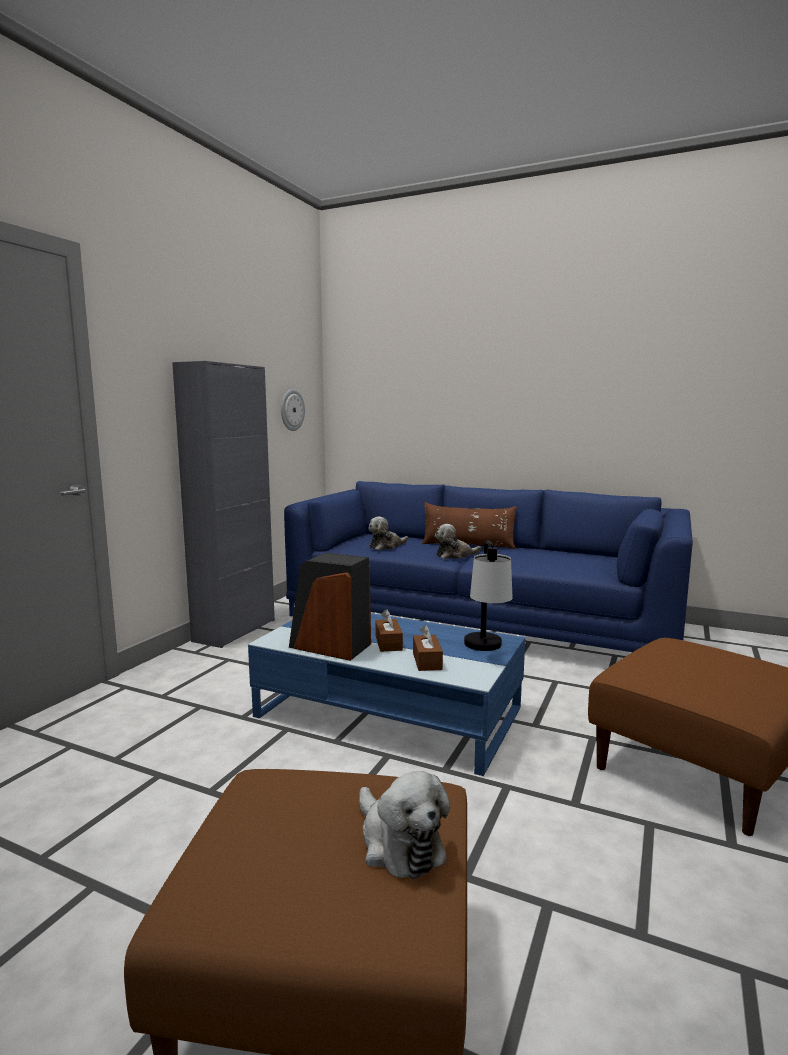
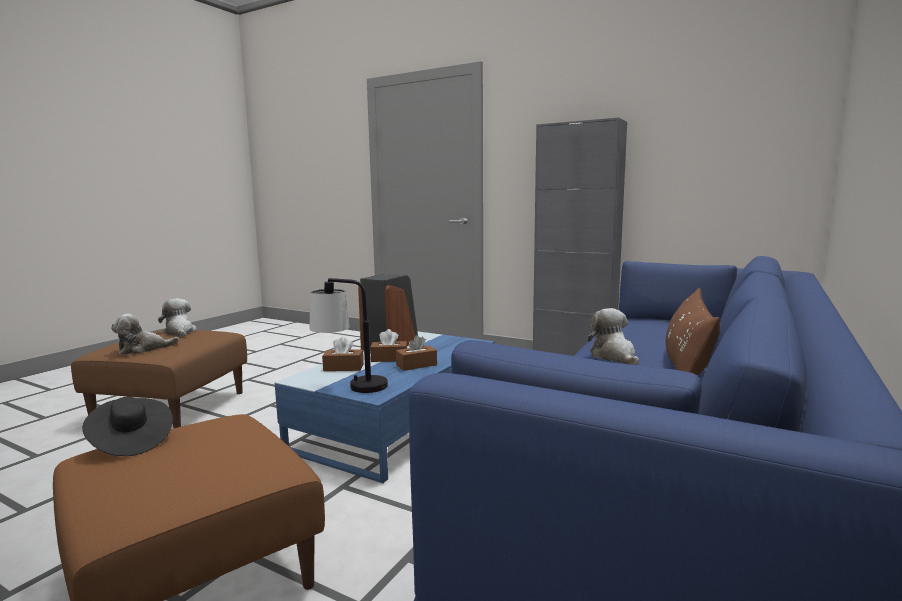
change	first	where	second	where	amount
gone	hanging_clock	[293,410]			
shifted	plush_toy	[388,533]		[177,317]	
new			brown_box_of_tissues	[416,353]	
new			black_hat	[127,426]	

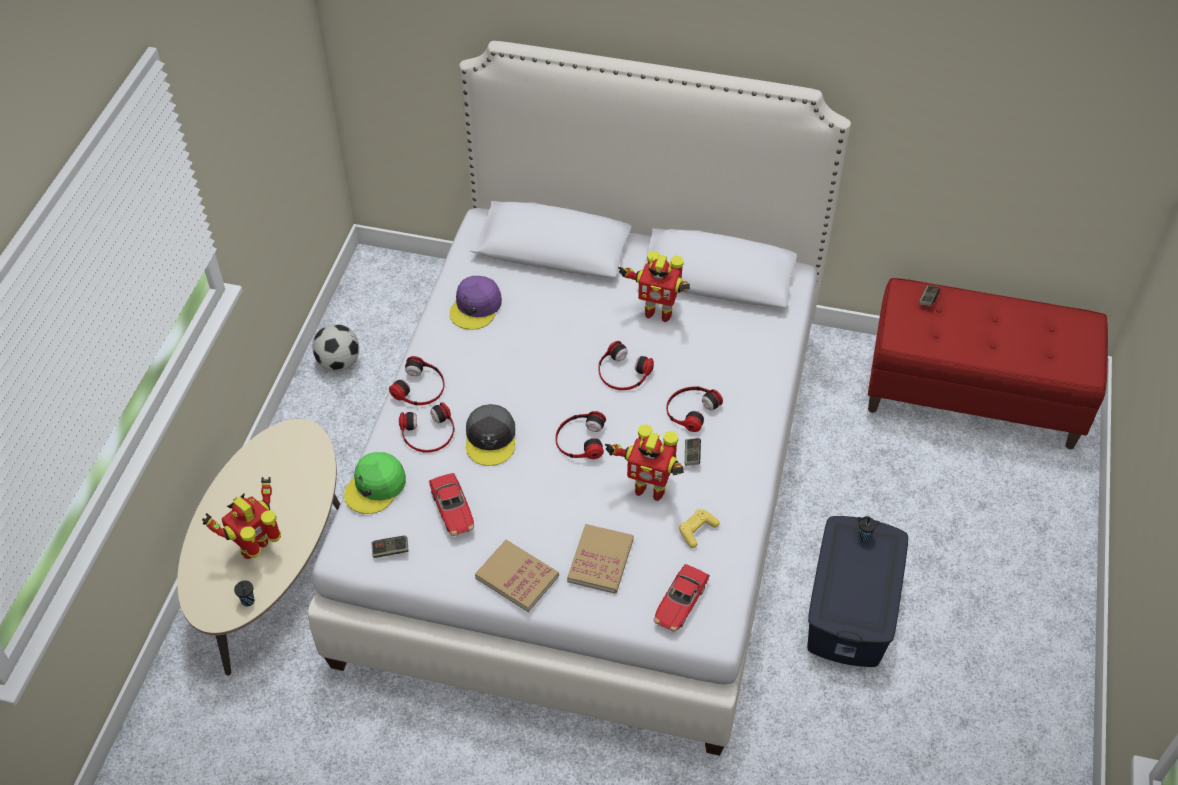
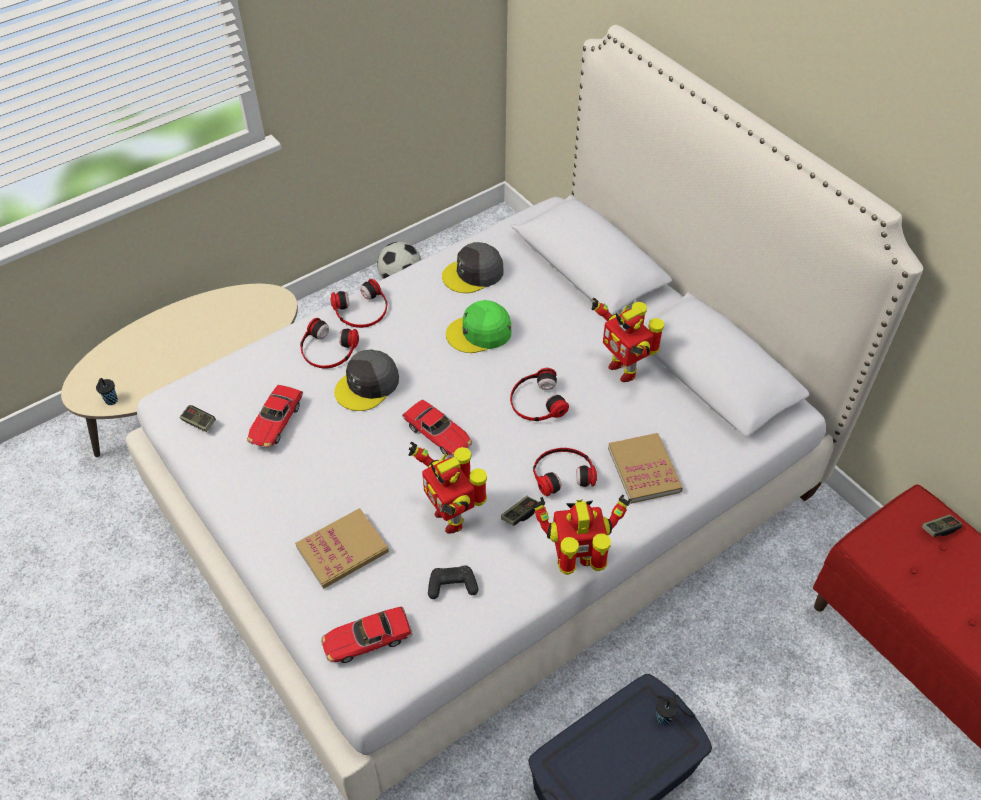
change	first	where	second	where	amount
repainted	purple-coloured_peaked_cap	[476,303]	greyish_peaked_cap	[473,267]	
swapped	headset	[580,435]	model_car	[437,427]	
shifted	green-coloured_peaked_cap	[375,483]		[478,326]	
shifted	robot_figure	[241,518]		[582,534]	
repainted	yellow-coloured_gamepad	[699,528]	black_gamepad	[453,582]	
shifted	volume	[517,576]		[645,468]	

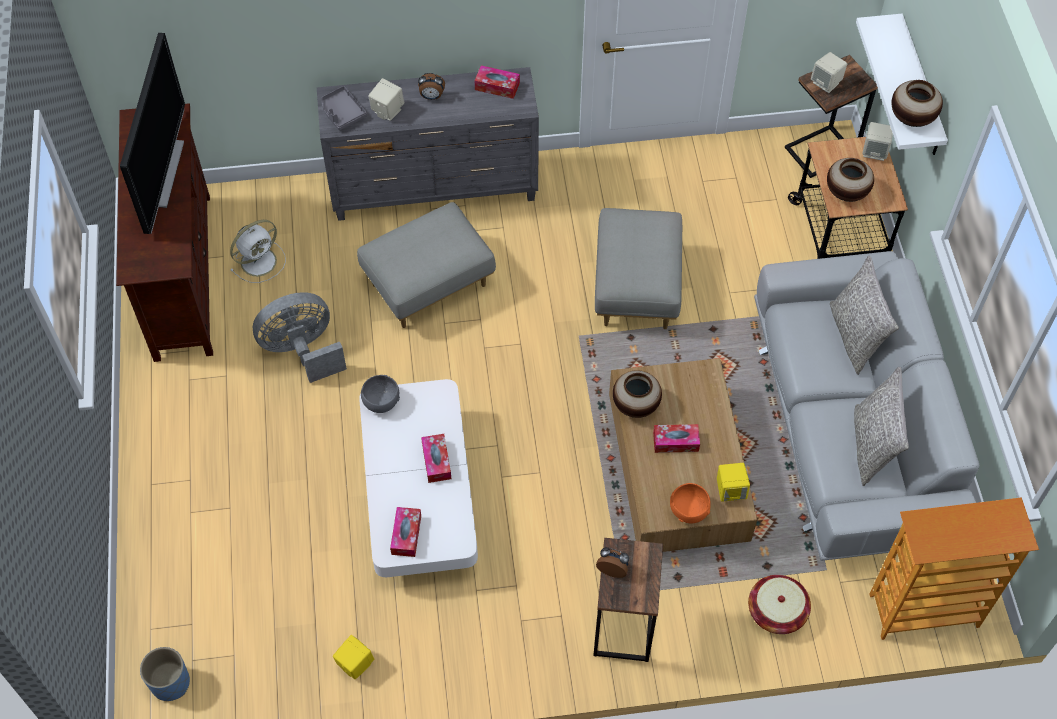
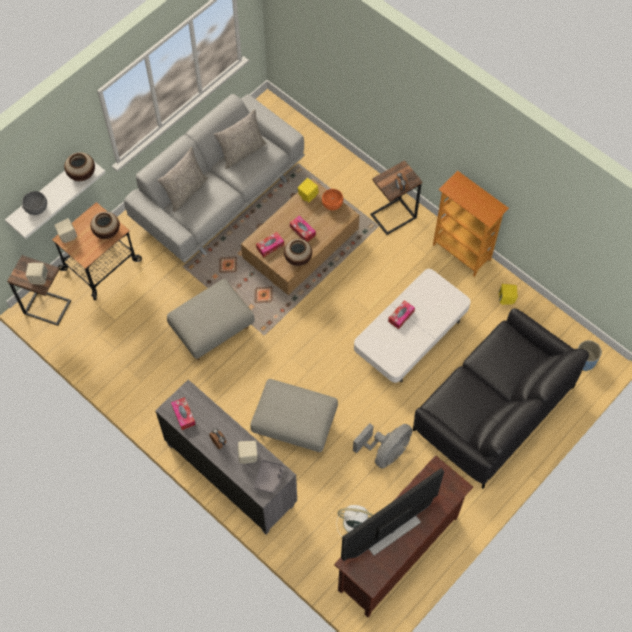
change	first	where	second	where	amount
rotated	greyish_cooling_fan	[300,337]		[383,446]	75 degrees counterclockwise
shifted	greyish_serving_bowl	[380,394]		[34,203]	
shifted	bookcase	[954,568]		[471,224]	
shifted	box_of_tissues	[405,532]		[270,244]	
gone	storage_basket	[779,604]			
new			black_settee	[501,398]	

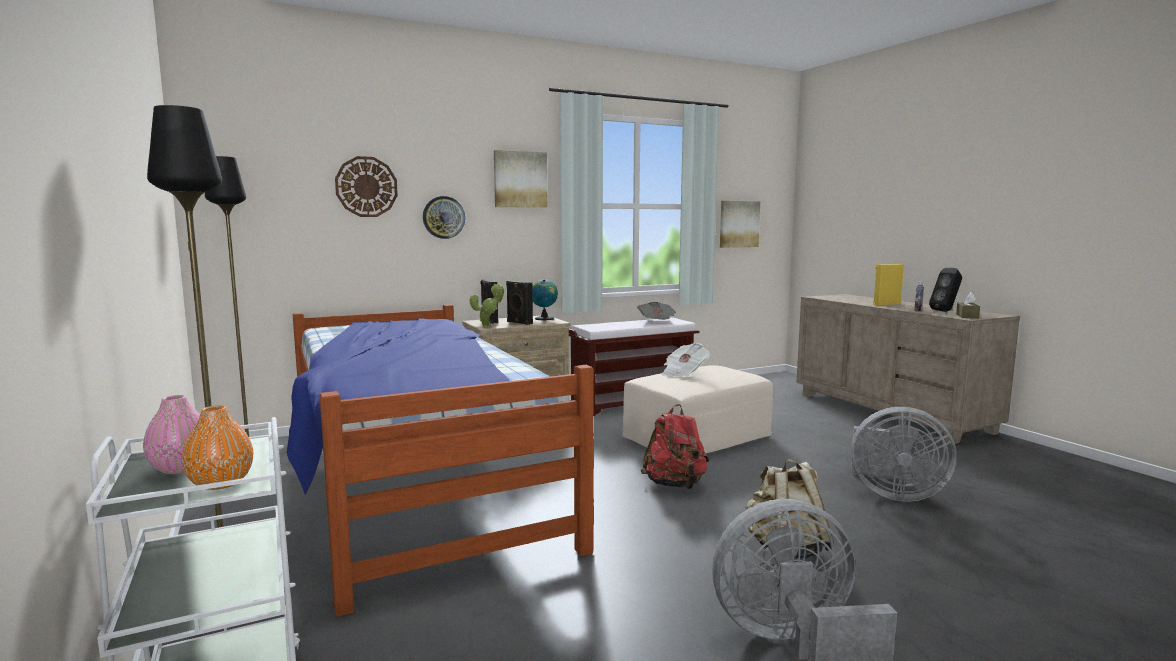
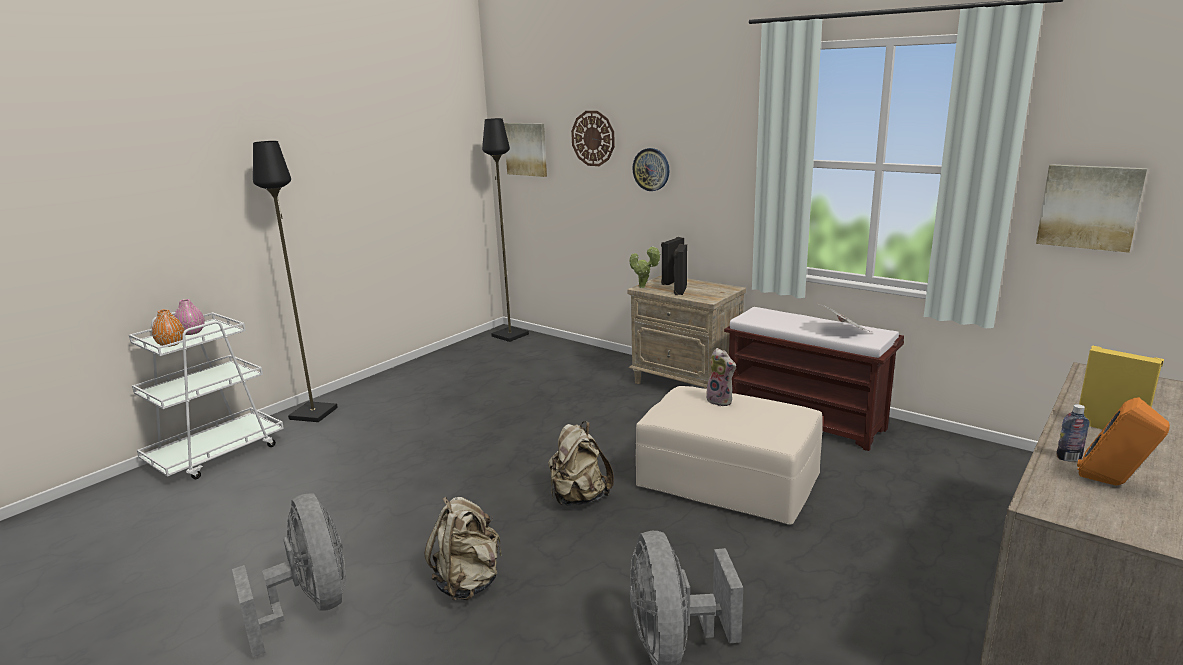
change	first	where	second	where	amount
shifted	wall_picture	[521,179]		[525,150]	
repainted	black_speaker	[945,290]	orangey_speaker	[1123,441]	
gone	globe	[545,299]			
gone	brown_box_of_tissues	[968,306]			
gone	bedroom_bed	[440,460]			
swapped	printed_paper	[686,360]	plush_toy	[721,377]	
repainted	red_knapsack	[675,446]	sand-coloured_knapsack	[581,463]	

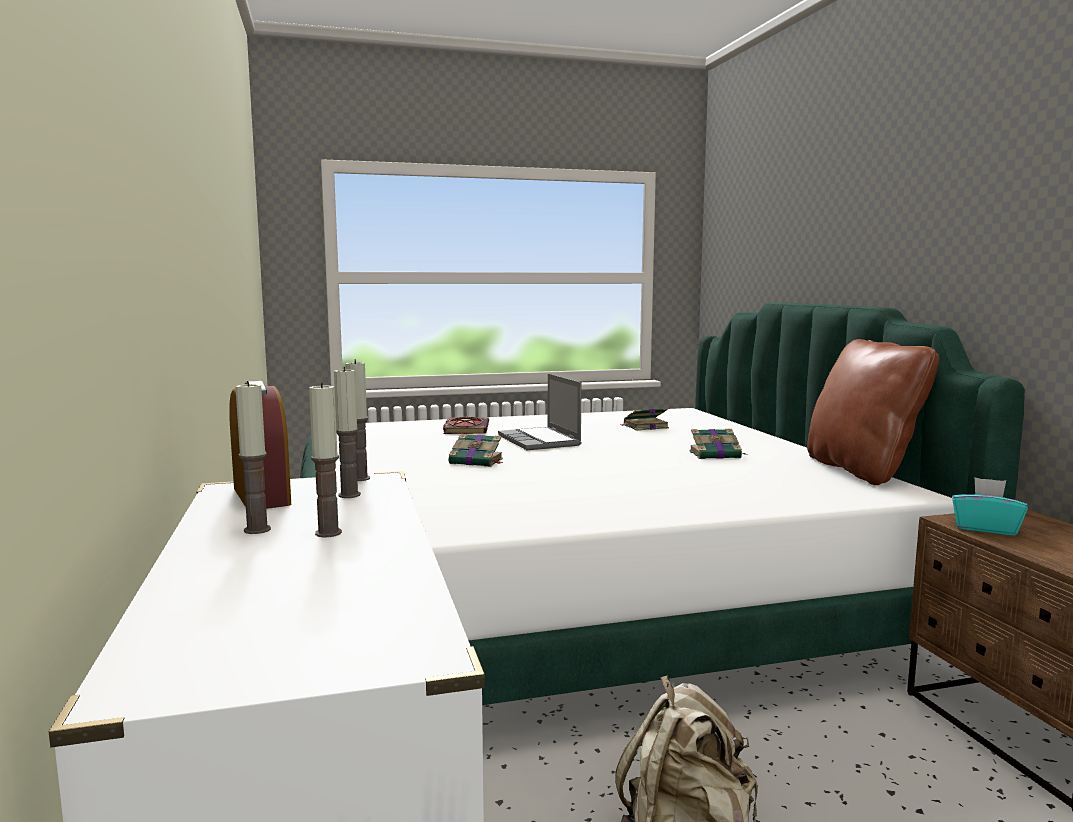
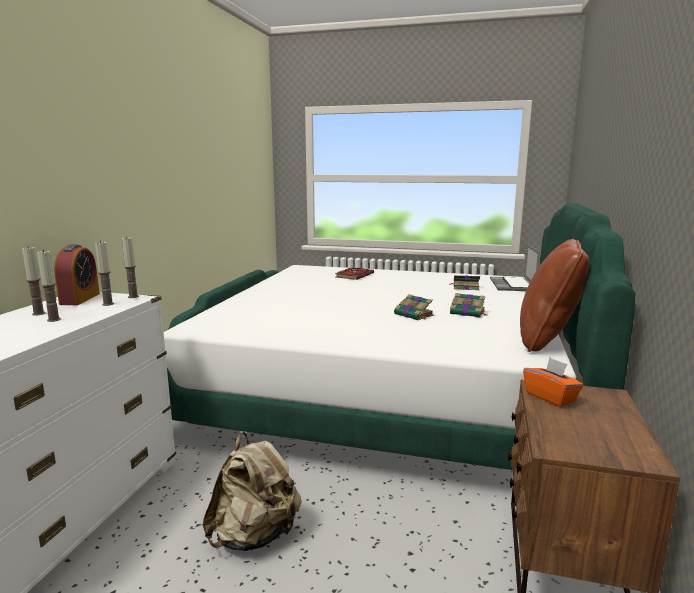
change	first	where	second	where	amount
shifted	notebook_computer	[540,412]		[515,267]	
shifted	volume	[476,450]		[414,307]	
repainted	turquoise-coloured_box_of_tissues	[990,506]	orangey_box_of_tissues	[553,382]	

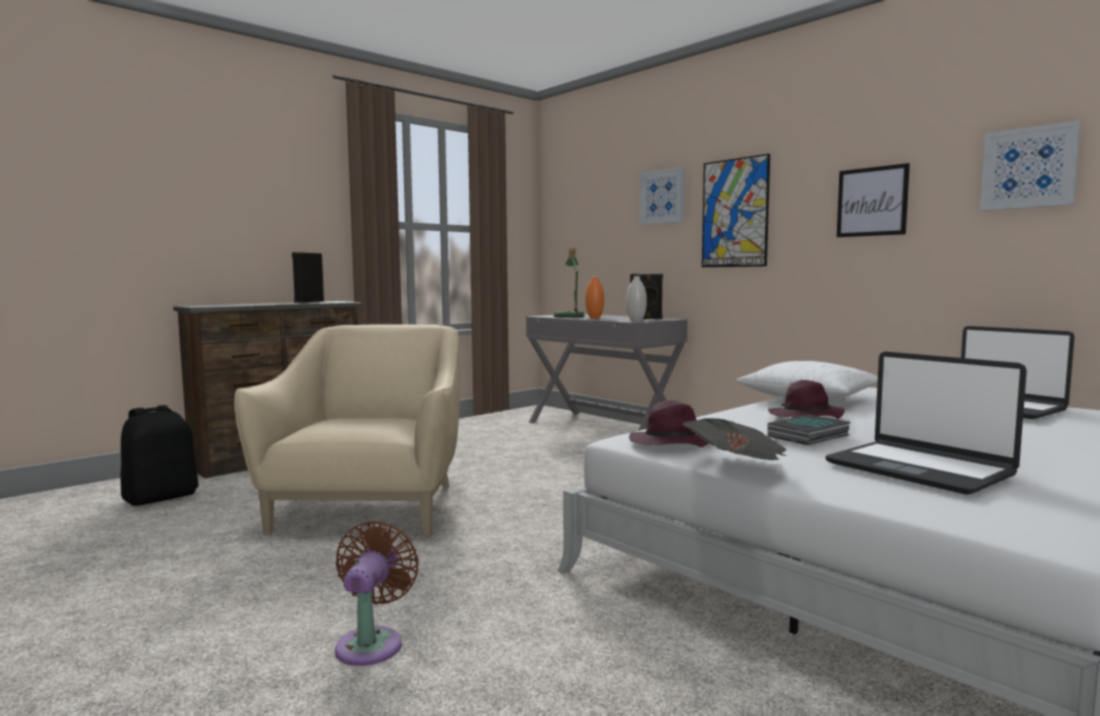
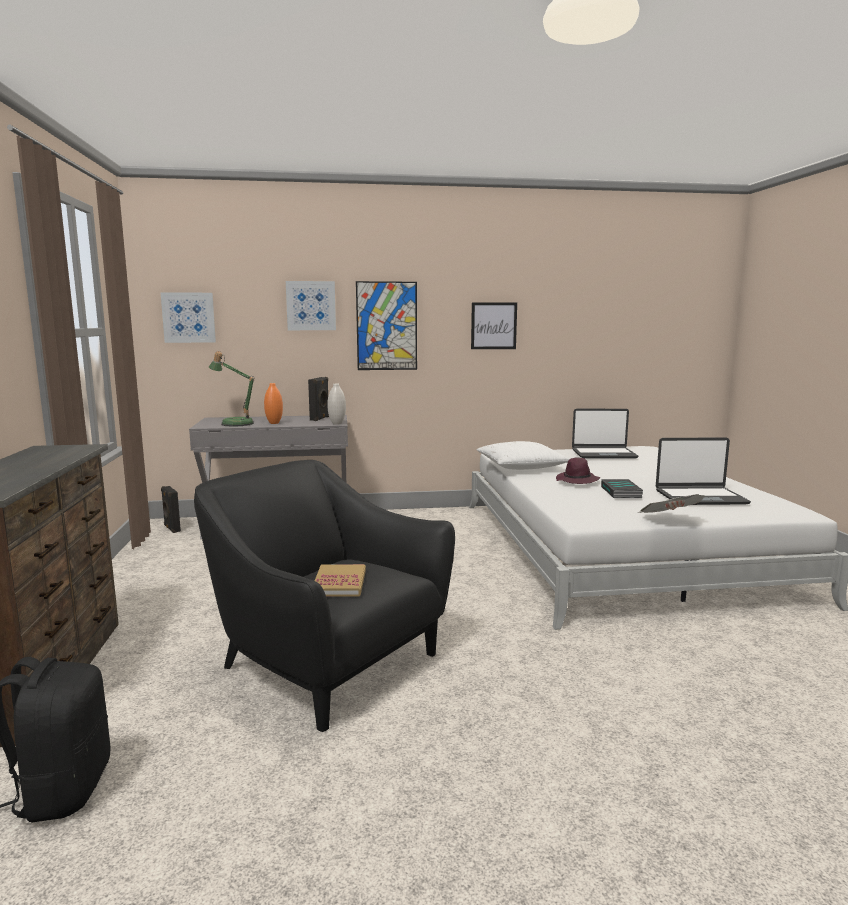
change	first	where	second	where	amount
shifted	wall_picture	[1030,165]		[188,317]	
shifted	black_speaker	[308,277]		[171,509]	
repainted	sand-coloured_easy_chair	[347,430]	black_easy_chair	[324,596]	
gone	purple-coloured_hat	[669,423]			
gone	brown_cooling_fan	[377,593]			
new			volume	[340,580]	

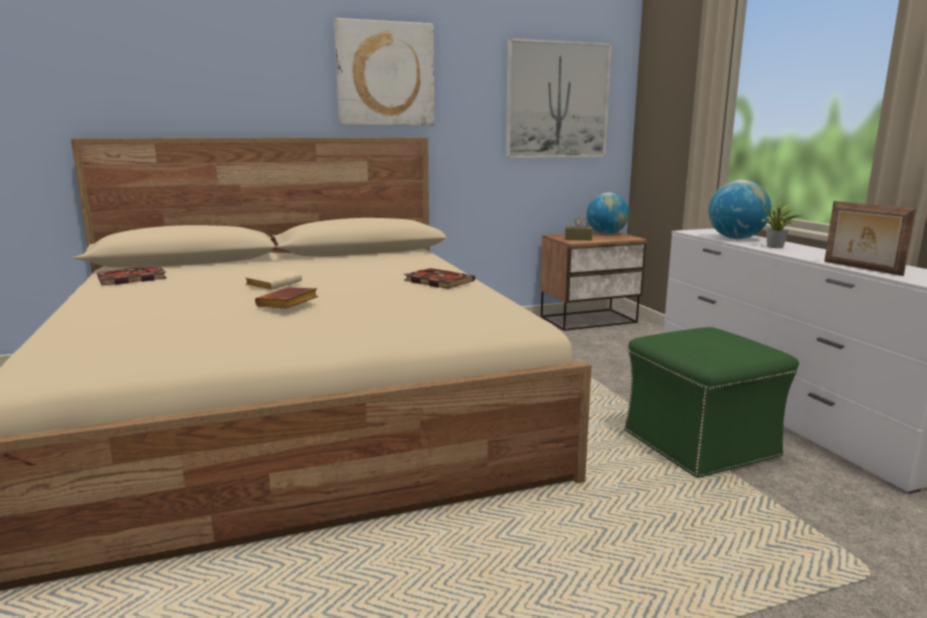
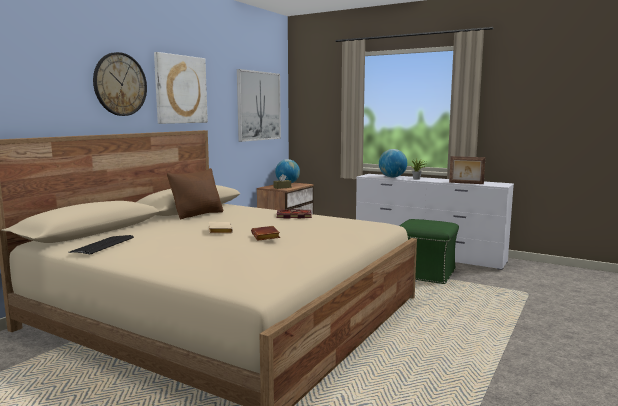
change	first	where	second	where	amount
swapped	volume	[132,275]	computer_keyboard	[101,244]	
new			hanging_clock	[120,84]	
new			brown_throw_pillow	[195,193]	

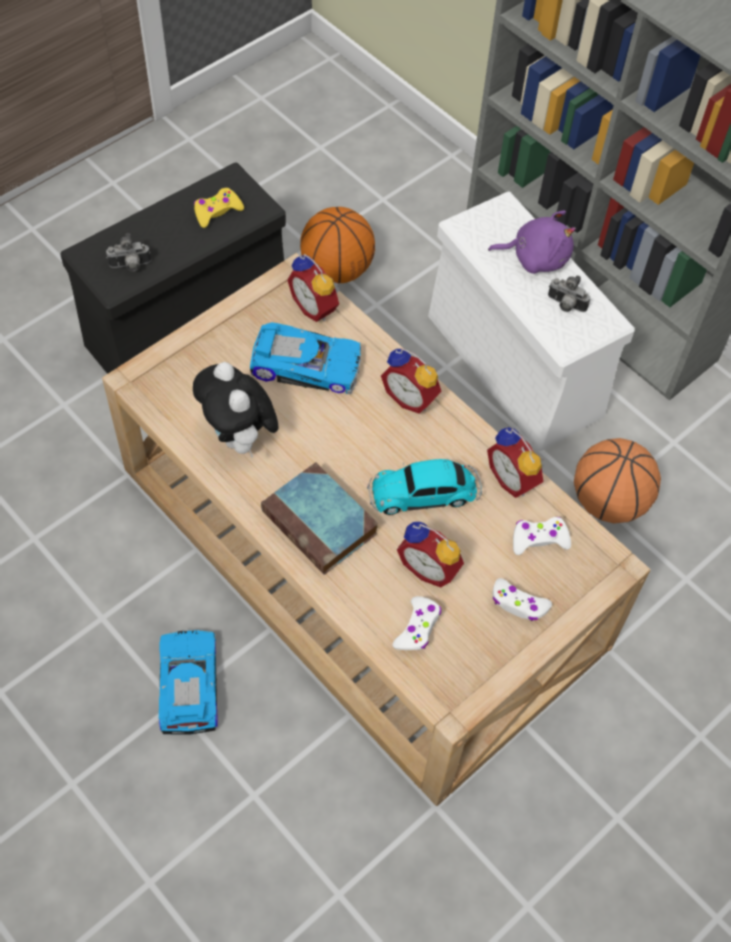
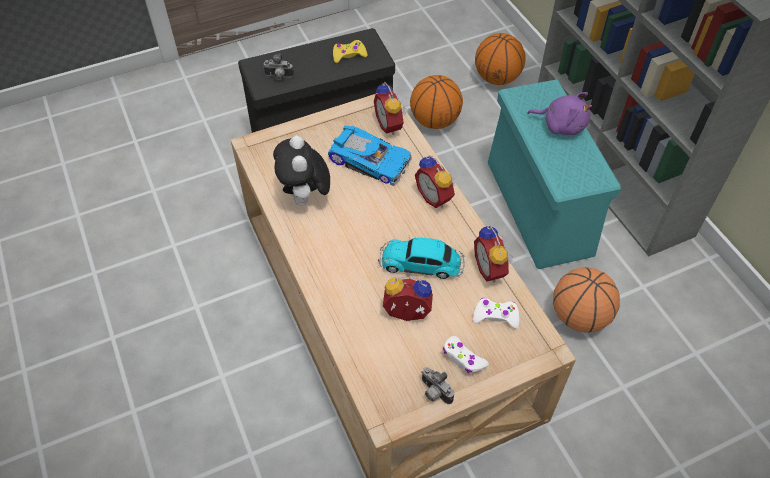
change	first	where	second	where	amount
repainted	whitish_storage_bin	[531,321]	turquoise-coloured_storage_bin	[554,174]	
shifted	photo_camera	[569,293]		[437,385]	
gone	volume	[319,518]			
rotated	table_clock	[430,555]		[408,299]	135 degrees clockwise
gone	whitish_gamepad	[417,623]			
gone	model_car	[188,682]			
new			ball_for_basketball	[500,59]	

